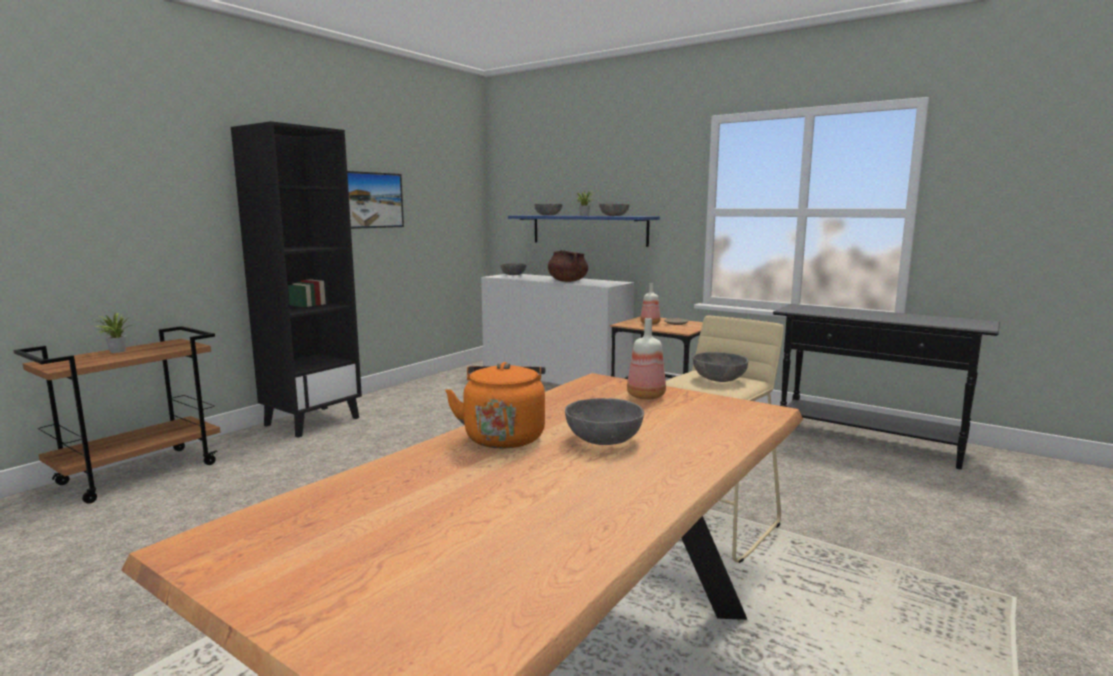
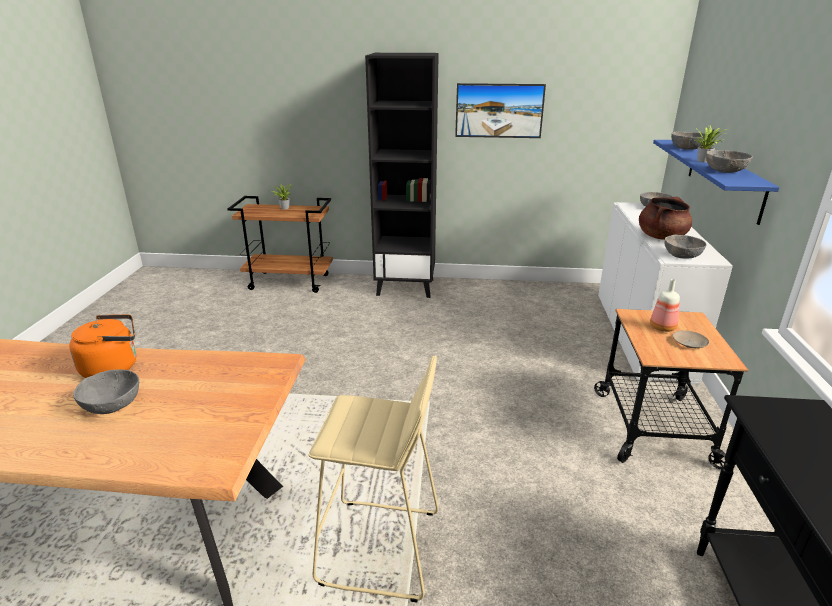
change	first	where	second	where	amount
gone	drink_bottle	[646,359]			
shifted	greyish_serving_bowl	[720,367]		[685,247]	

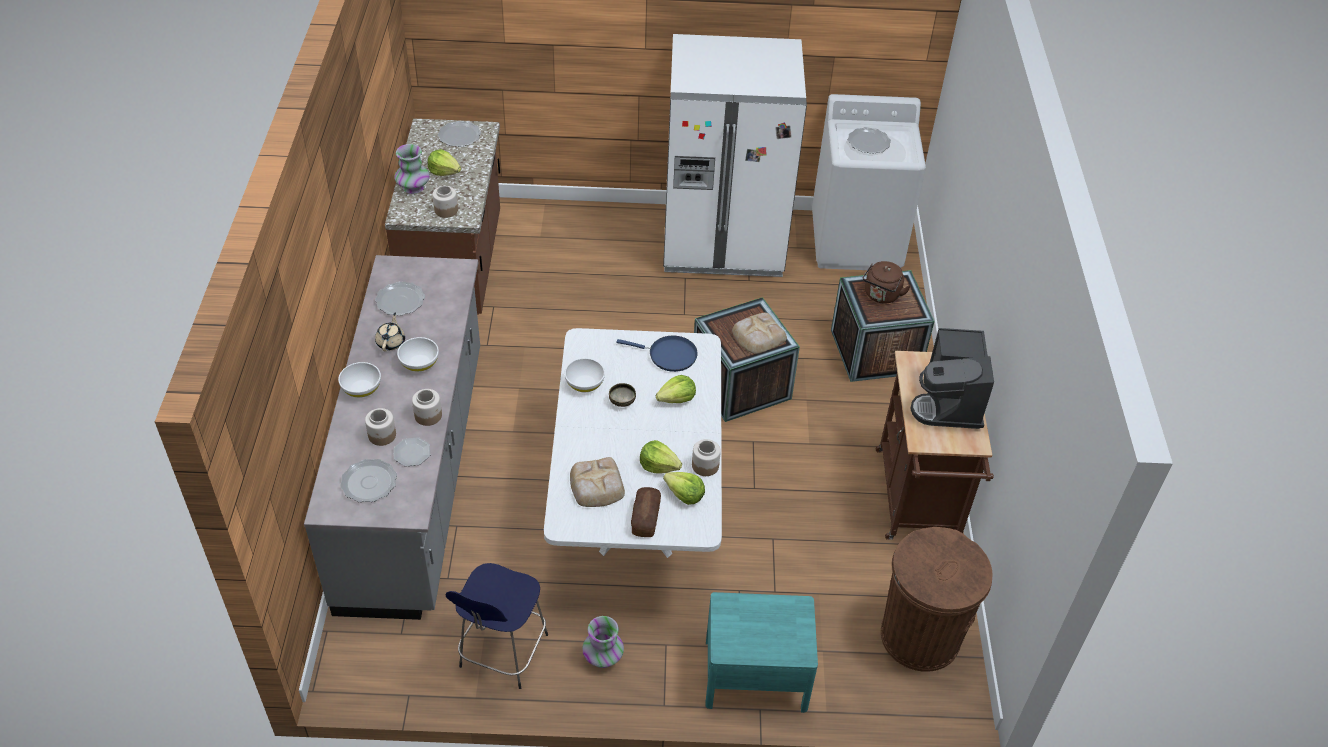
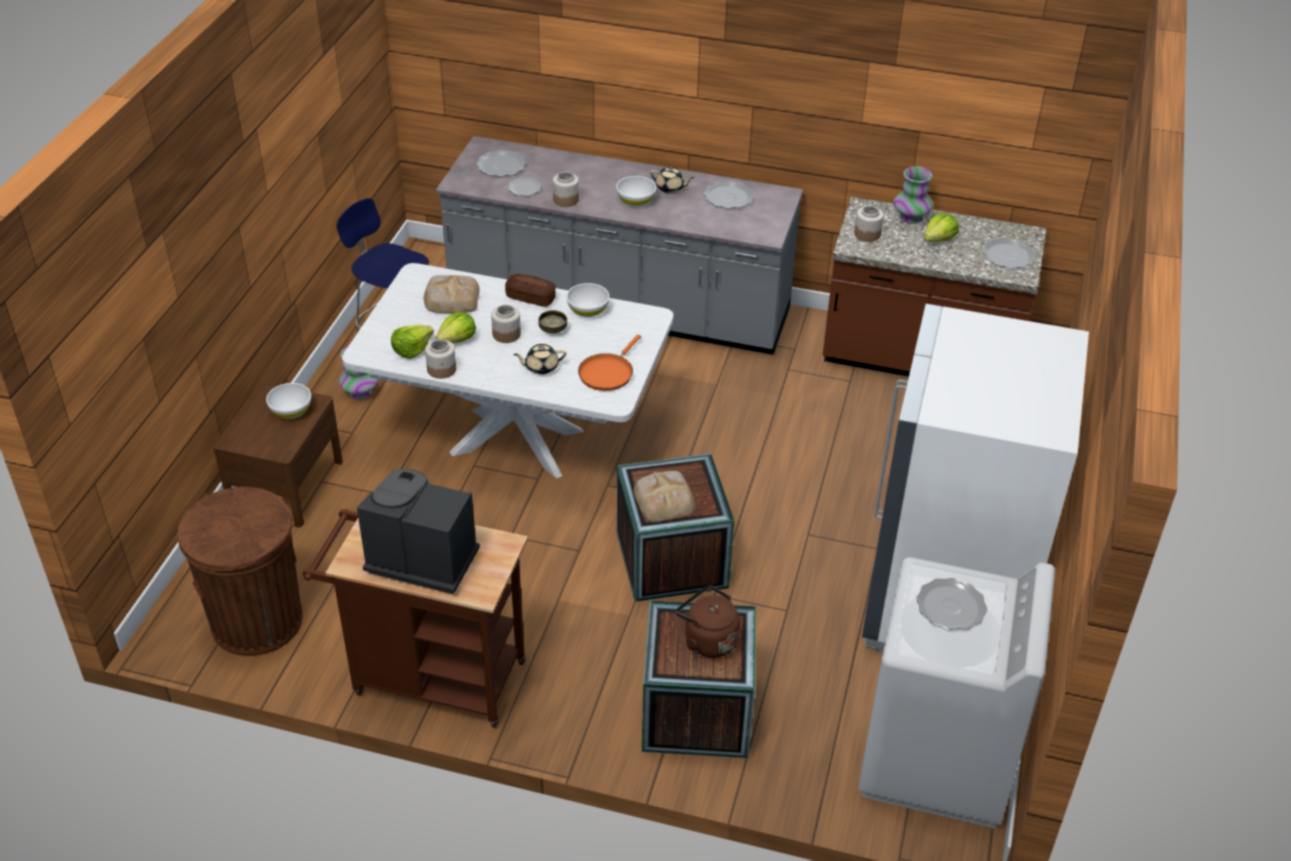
change	first	where	second	where	amount
repainted	blue-coloured_frying_pan	[657,354]	orangey_frying_pan	[609,362]	
shifted	whitish_serving_bowl	[359,380]		[288,401]	
swapped	lettuce	[676,389]	sand-coloured_pot_for_tea	[539,359]	
shifted	preserve_jar	[380,427]		[506,324]	
shifted	baked_bread	[646,512]		[530,290]	
repainted	turquoise-coloured_bedside_table	[761,652]	brown_bedside_table	[278,455]	

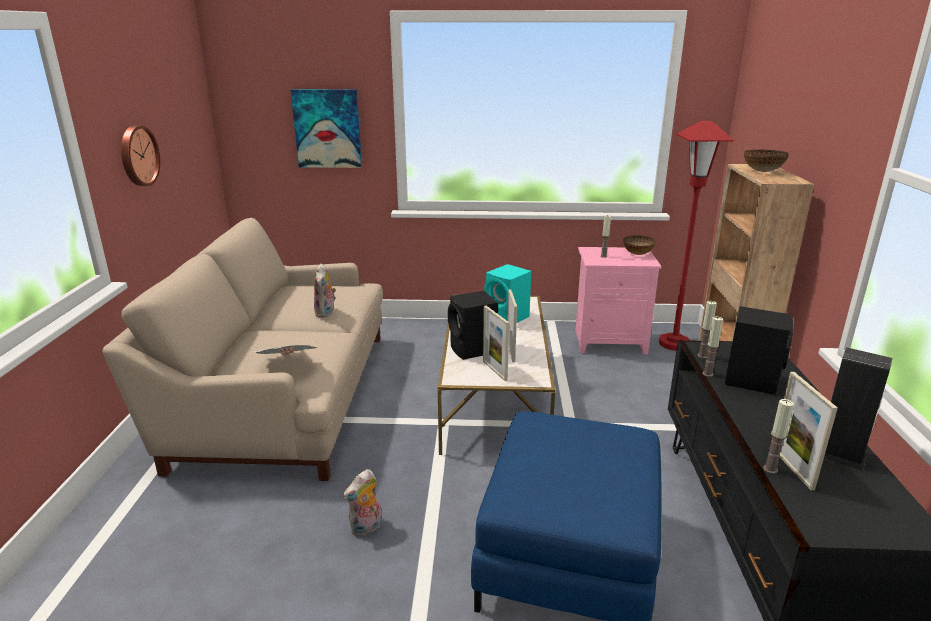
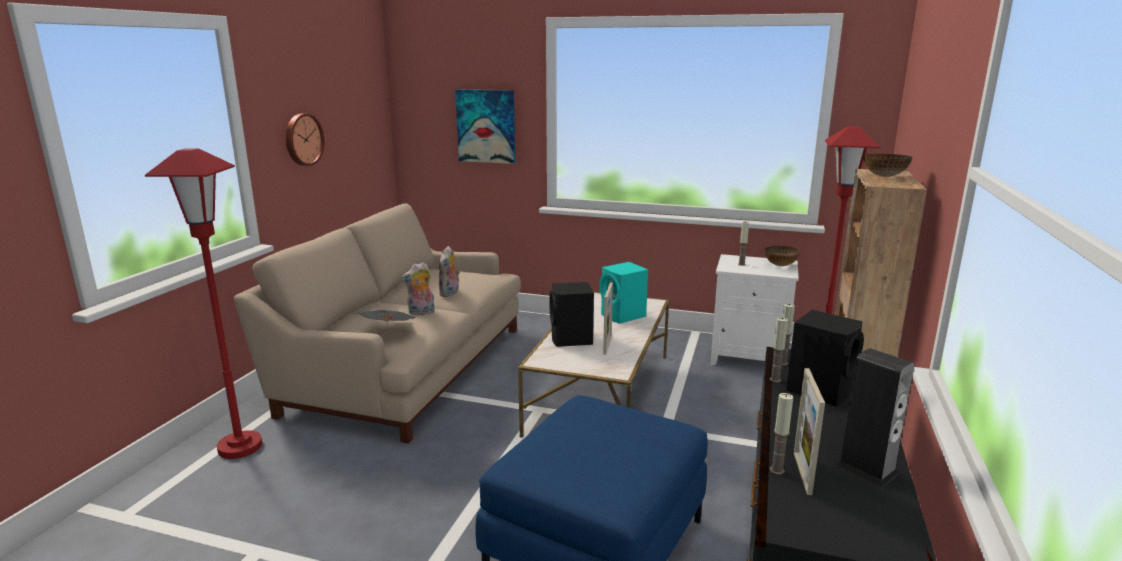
change	first	where	second	where	amount
repainted	pinkish_bedside_table	[619,300]	whitish_bedside_table	[754,309]	
gone	picture_frame	[496,343]			
shifted	plush_toy	[362,503]		[418,288]	
new			red_standard_lamp	[203,303]	

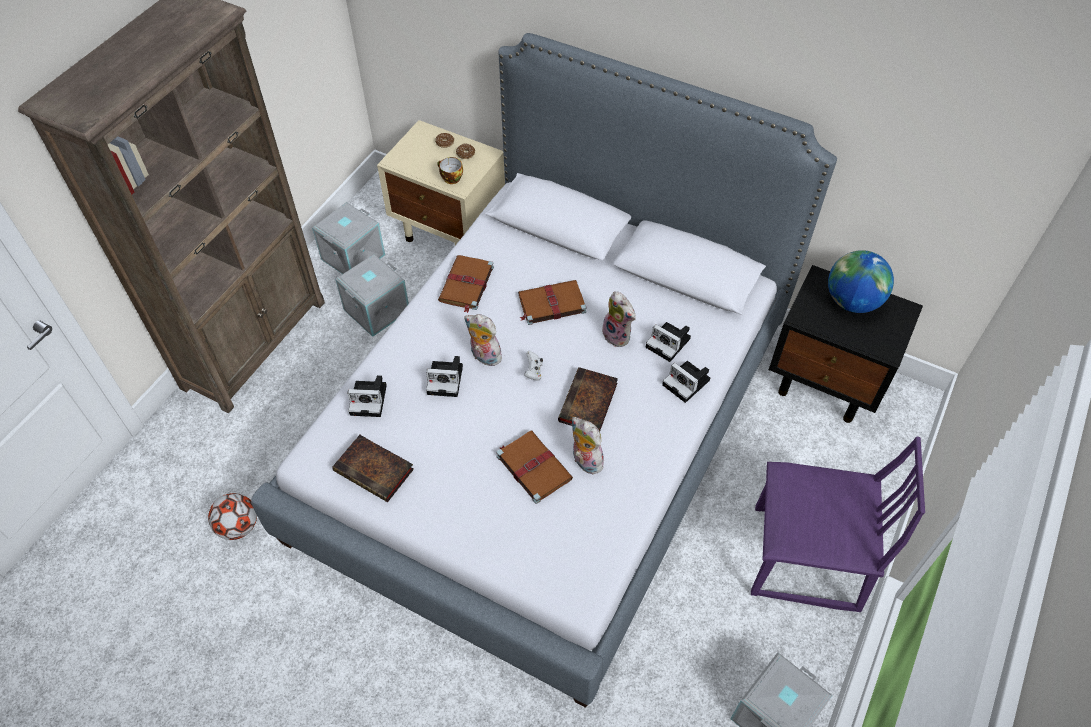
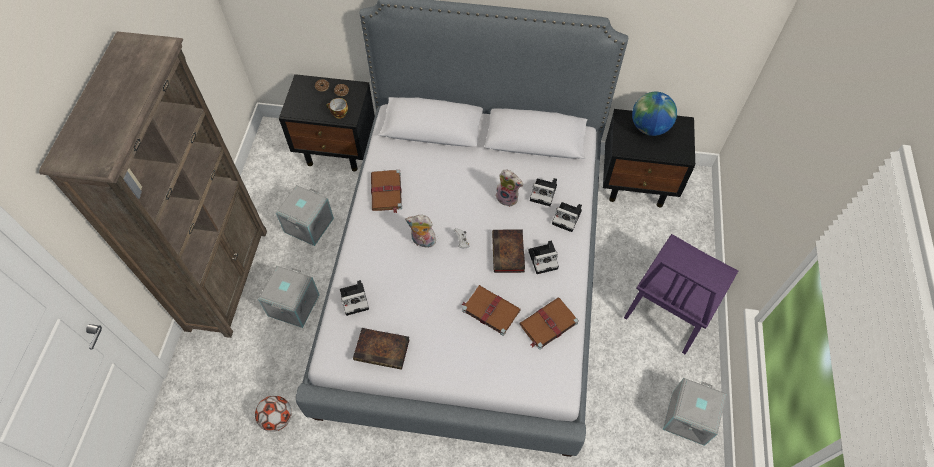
change	first	where	second	where	amount
repainted	sand-coloured_bedside_table	[441,182]	black_bedside_table	[327,123]	
shifted	greyish_storage_bin	[348,238]		[289,297]	
shifted	brown_volume	[552,302]		[549,323]	
shifted	photo_camera	[444,376]		[543,257]	
gone	plush_toy	[588,445]			
rotated	purple-coloured_chair	[838,524]		[681,294]	135 degrees clockwise

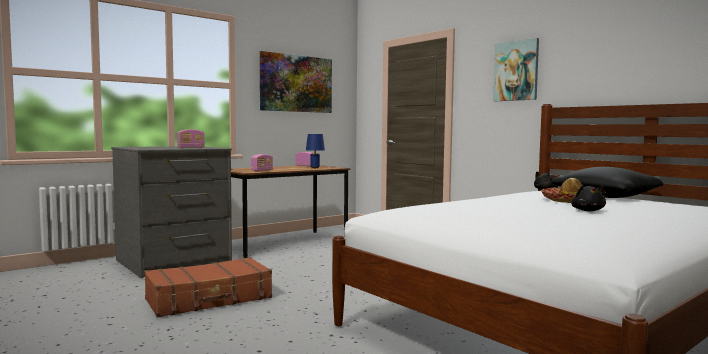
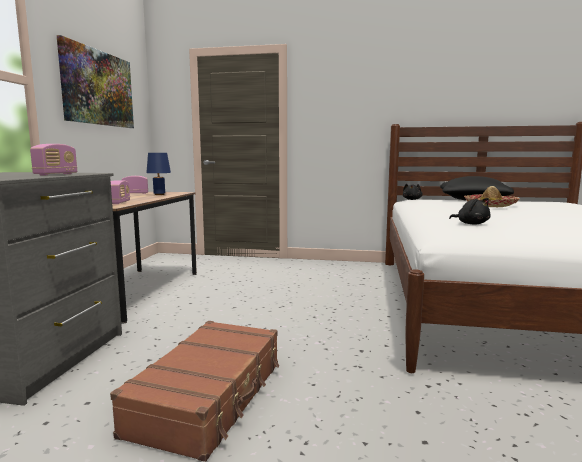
change	first	where	second	where	amount
gone	wall_picture	[516,69]			
shifted	black_plush_toy	[588,198]		[470,211]	

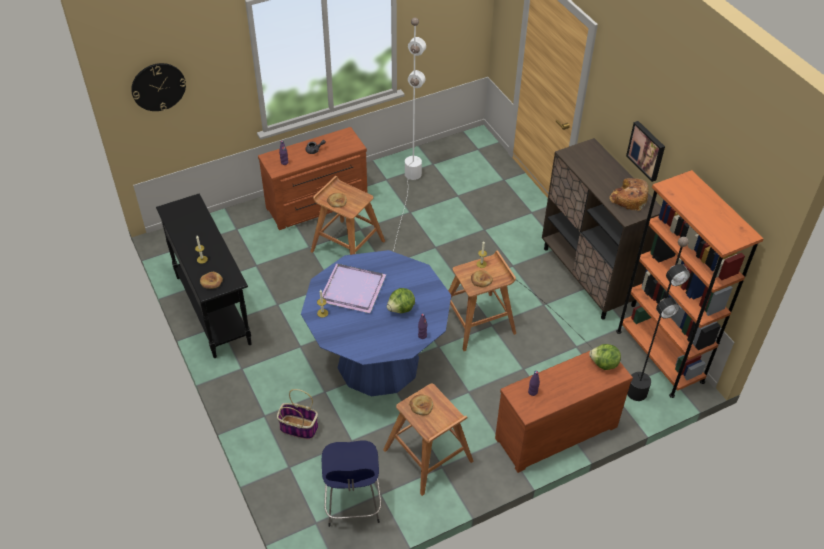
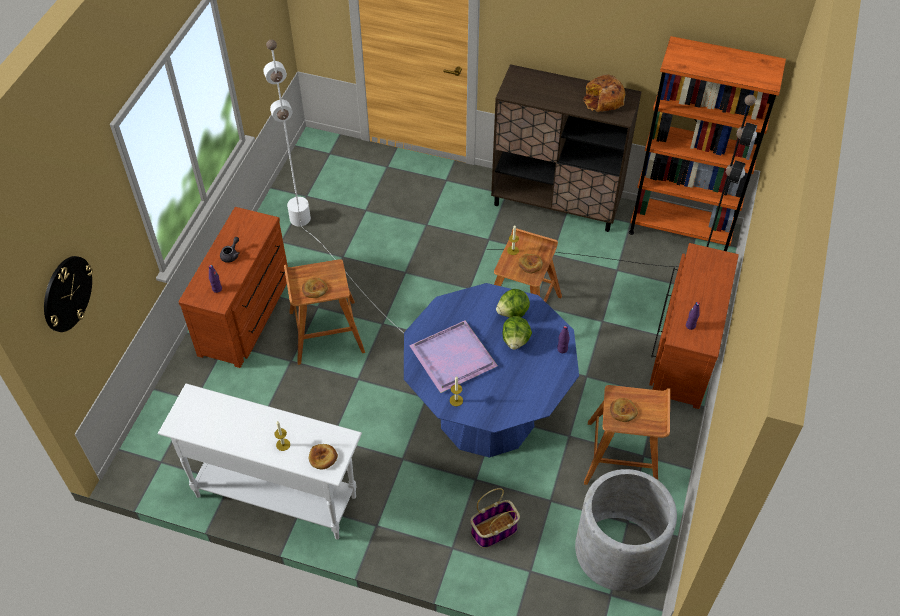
change	first	where	second	where	amount
gone	wall_picture	[645,151]			
repainted	black_narrow_table	[204,276]	whitish_narrow_table	[260,461]	
shifted	lettuce	[605,357]		[513,303]	
swapped	blue-coloured_stool	[351,483]	greyish_plant_pot	[626,530]	

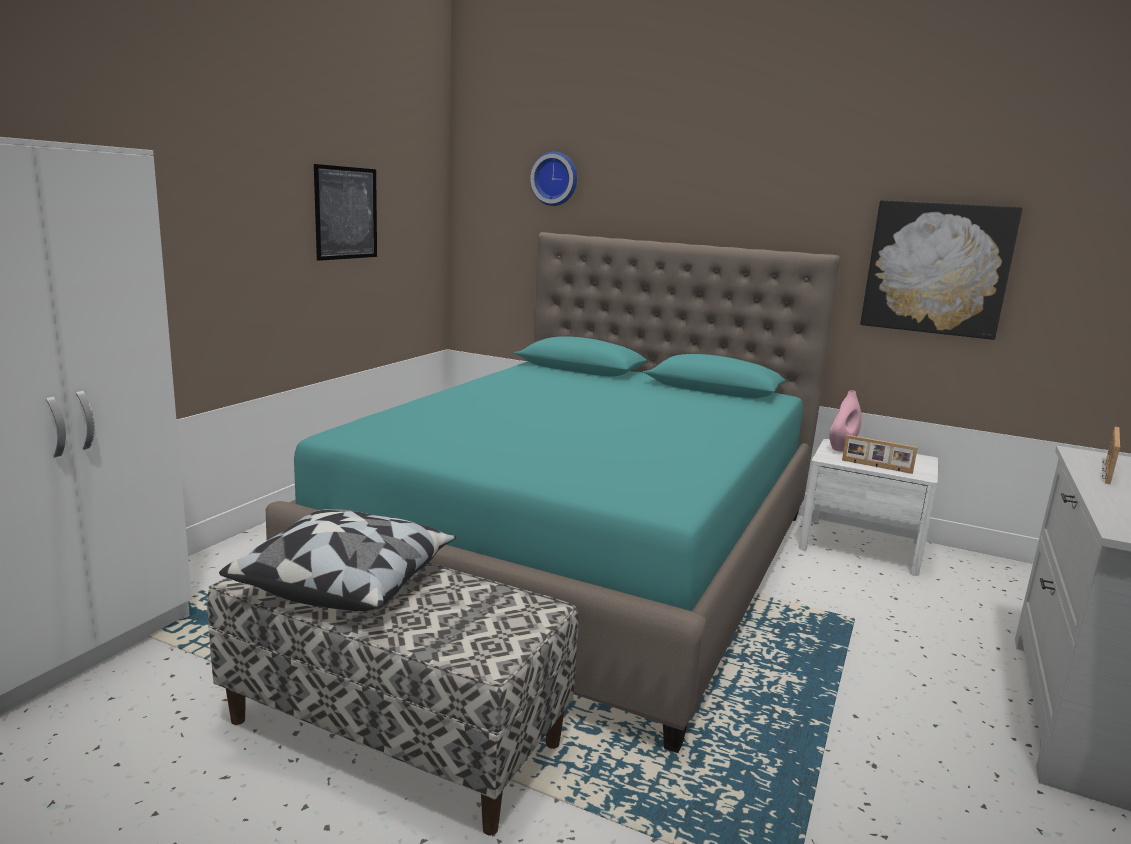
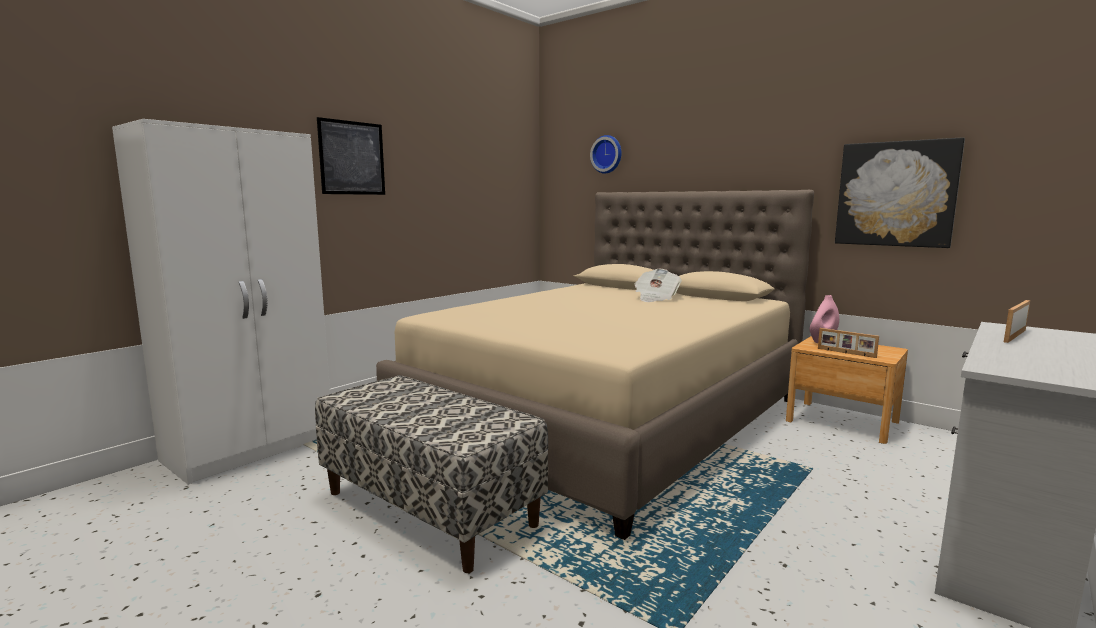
change	first	where	second	where	amount
shifted	wall_picture	[345,212]		[351,156]	
repainted	turquoise-coloured_bedroom_bed	[553,492]	sand-coloured_bedroom_bed	[595,365]	
repainted	whitish_bedside_table	[868,507]	brown_bedside_table	[847,390]	
gone	throw_pillow	[337,560]			
new			printed_paper	[658,285]	

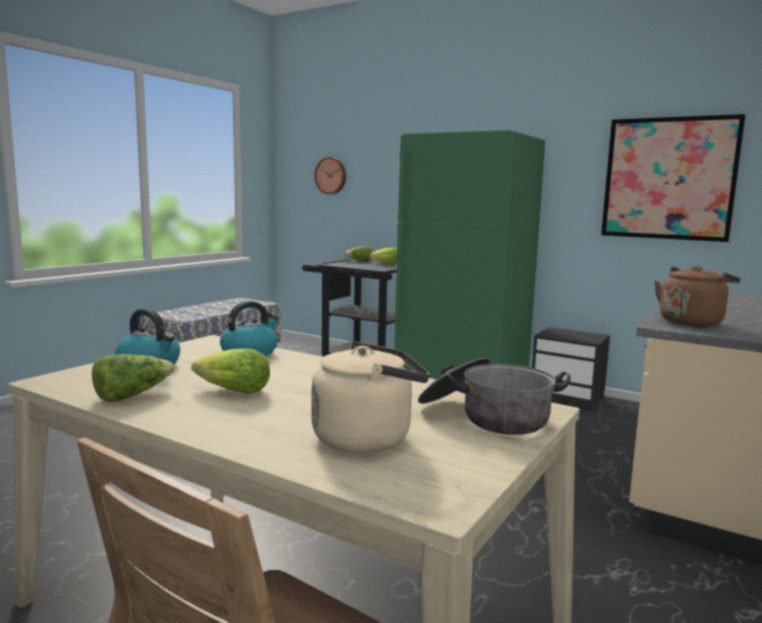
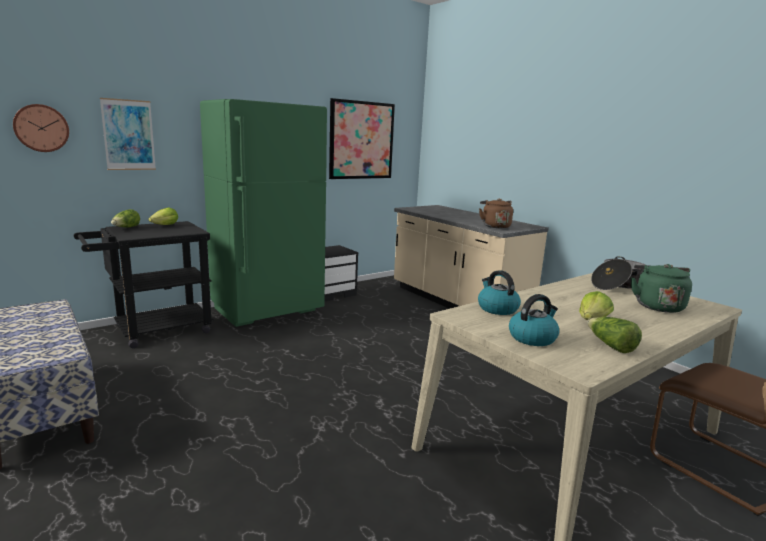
change	first	where	second	where	amount
repainted	sand-coloured_kettle	[370,397]	green-coloured_kettle	[661,288]	
new			wall_picture	[128,134]	

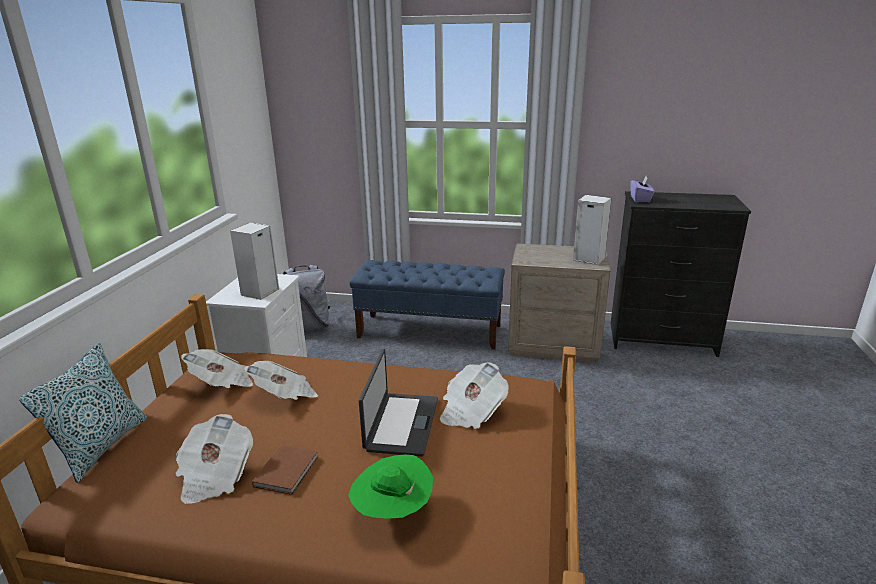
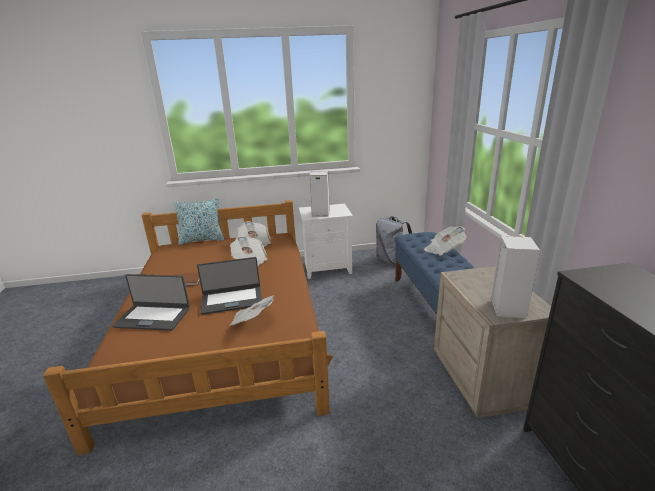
change	first	where	second	where	amount
gone	purple-coloured_box_of_tissues	[642,189]			
shifted	printed_paper	[214,459]		[445,240]	
swapped	green-coloured_hat	[390,486]	notebook_computer	[151,302]	

